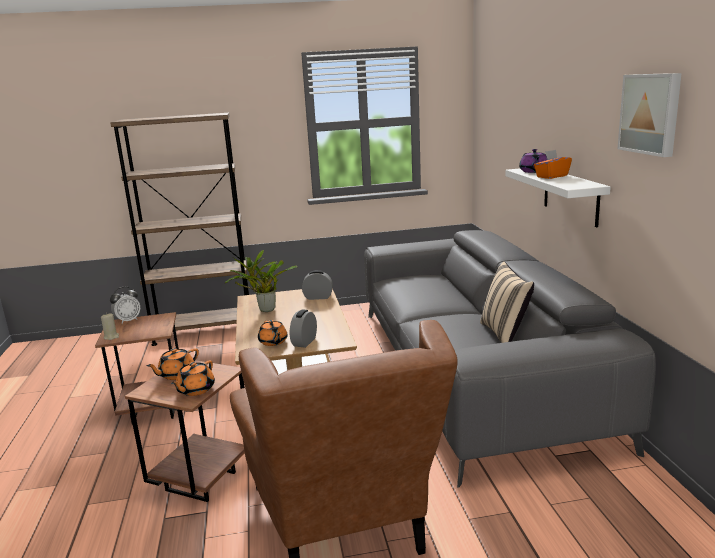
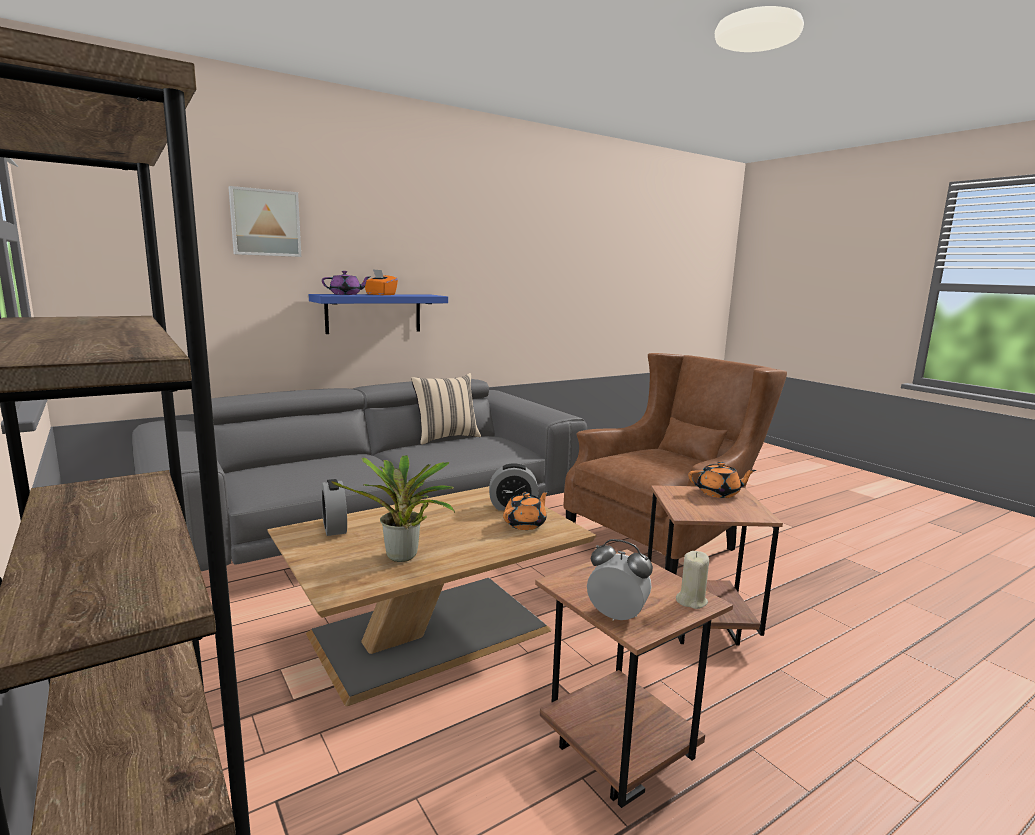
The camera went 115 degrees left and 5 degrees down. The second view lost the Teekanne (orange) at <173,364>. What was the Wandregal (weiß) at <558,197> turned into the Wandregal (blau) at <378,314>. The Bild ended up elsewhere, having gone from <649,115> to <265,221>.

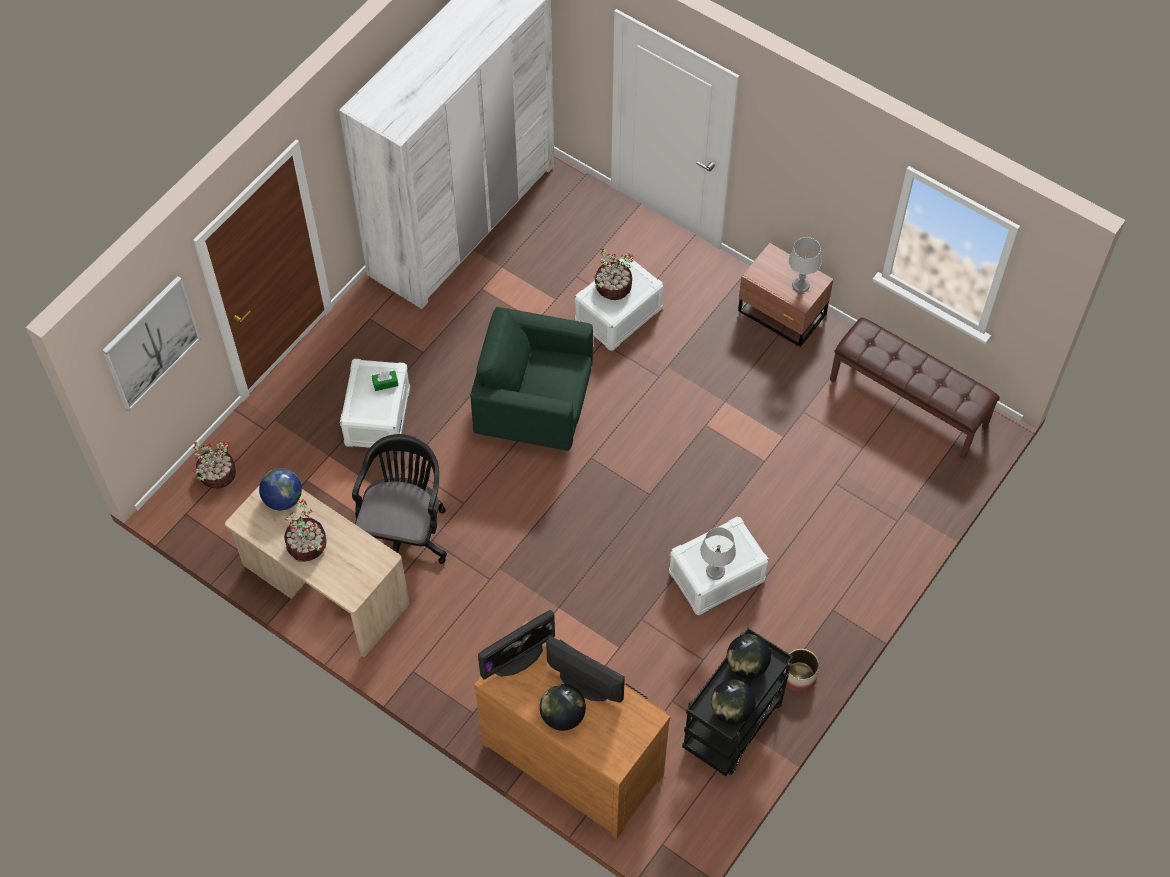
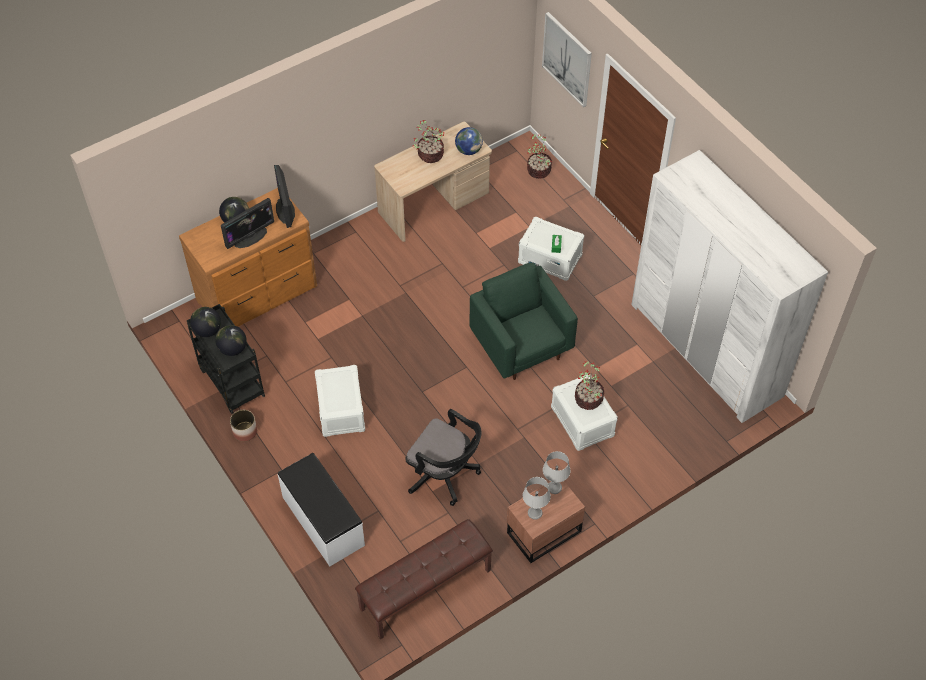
The camera went 110 degrees right and 5 degrees down. The Bürostuhl (schwarz) ended up elsewhere, having gone from <399,499> to <444,457>. The Sessel (grün) at <531,379> ended up facing another way, 60 degrees counterclockwise from before. The Tischlampe (grau) ended up elsewhere, having gone from <718,553> to <556,472>. The second view gained the Bank (weiß) at <321,510>.

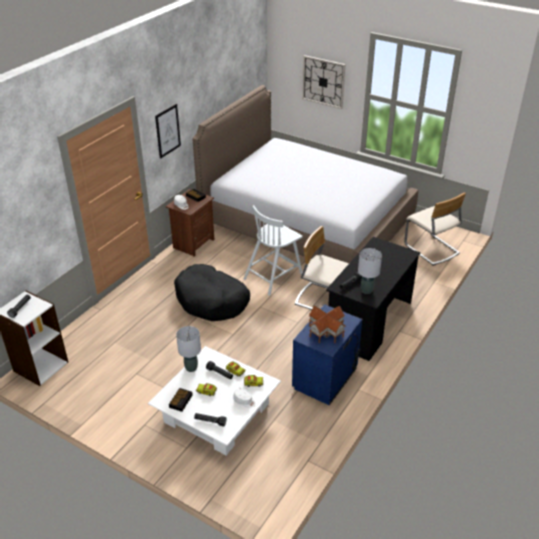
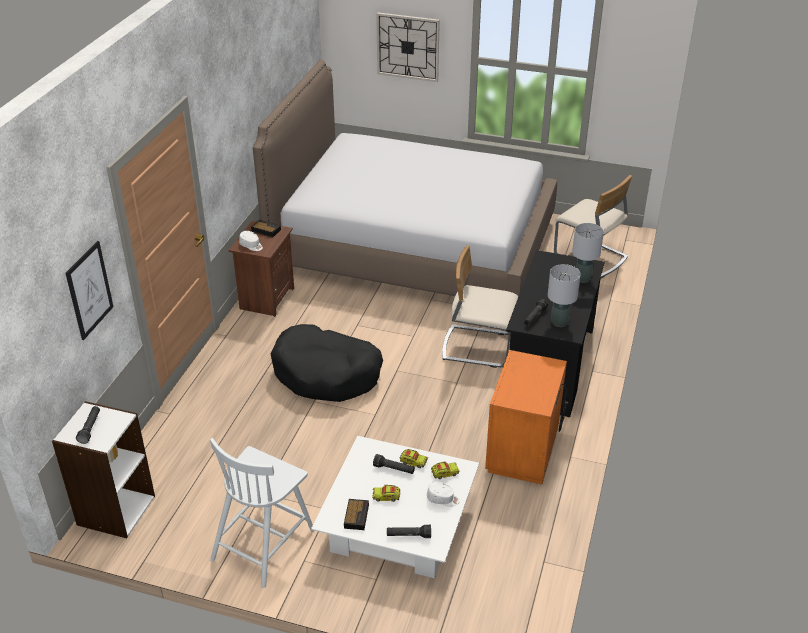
The camera went 15 degrees left and 0 degrees up. The Bild ended up elsewhere, having gone from <168,131> to <89,290>. The Tischlampe (grau) ended up elsewhere, having gone from <188,349> to <588,253>. The Stuhl (weiß) ended up elsewhere, having gone from <273,250> to <262,513>. What was the Nachttisch (blau) at <327,354> turned into the Nachttisch (orange) at <526,417>. The second view lost the Spielzeughaus at <327,324>.

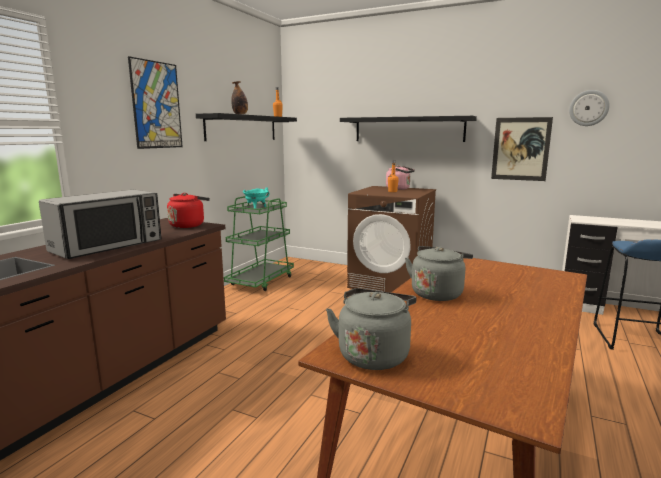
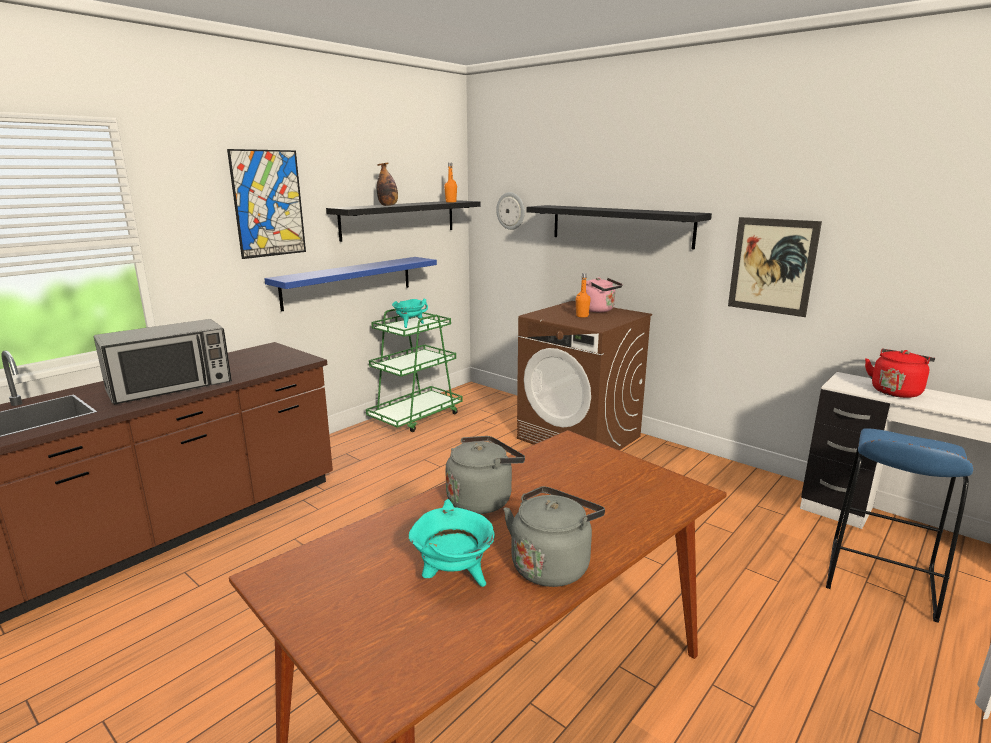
The camera went 15 degrees right and 5 degrees up. The Wasserkessel (rot) ended up elsewhere, having gone from <188,210> to <900,373>. The Wasserkessel (grau) ended up elsewhere, having gone from <371,329> to <554,536>. The Wanduhr ended up elsewhere, having gone from <589,108> to <510,211>. The second view gained the Wandregal (blau) at <350,284>. The second view gained the Kochtopf (türkis) at <452,543>.

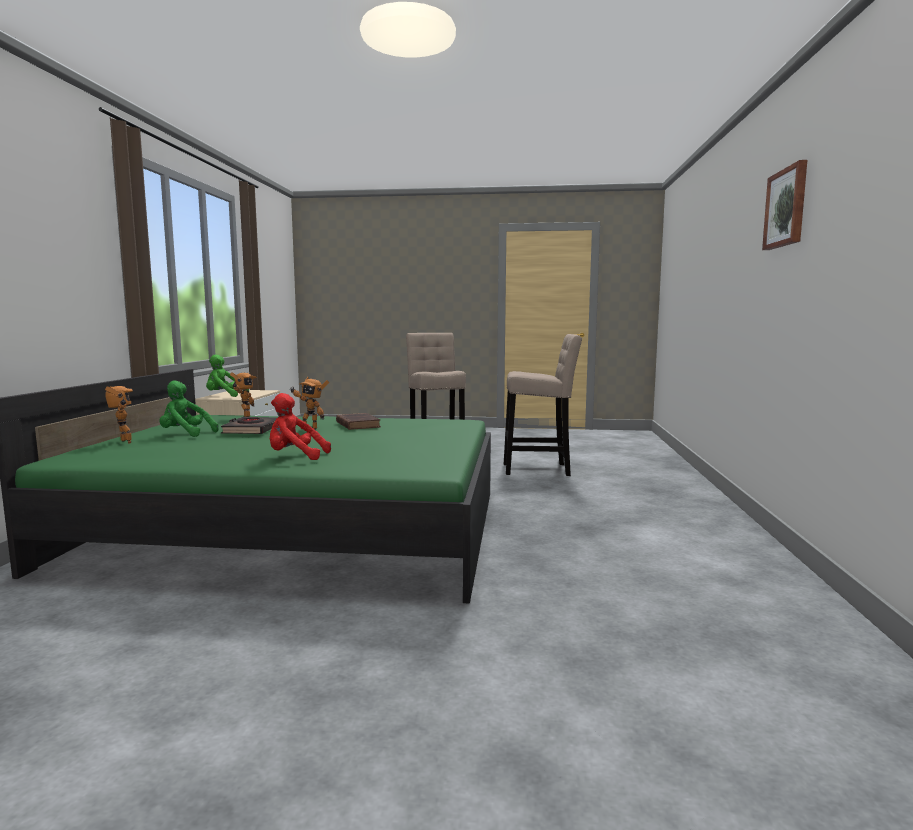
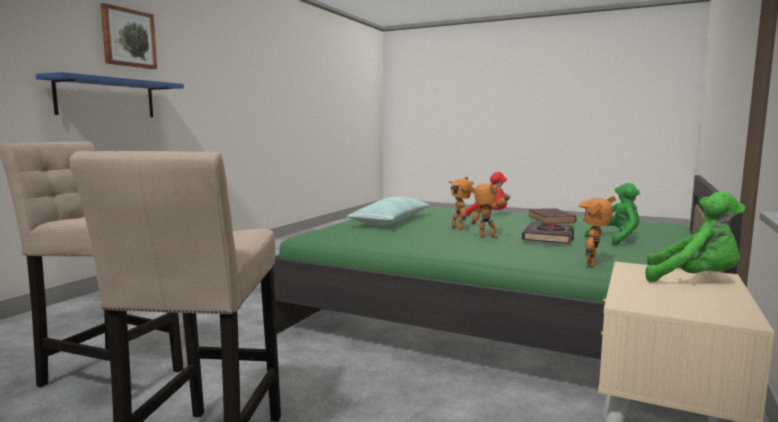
The camera went 160 degrees left and 0 degrees up. The Spielzeugroboter ended up elsewhere, having gone from <119,415> to <461,203>. The Plüschtier (grün) at <189,408> ended up facing another way, 60 degrees counterclockwise from before. The Buch (braun) ended up elsewhere, having gone from <358,421> to <552,216>. The second view gained the Wandregal (blau) at <110,94>. The second view gained the Kissen at <388,211>.

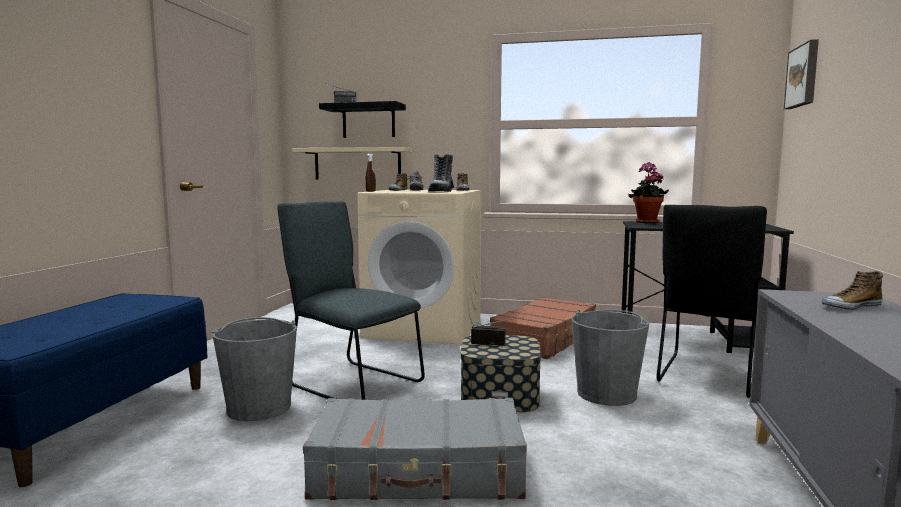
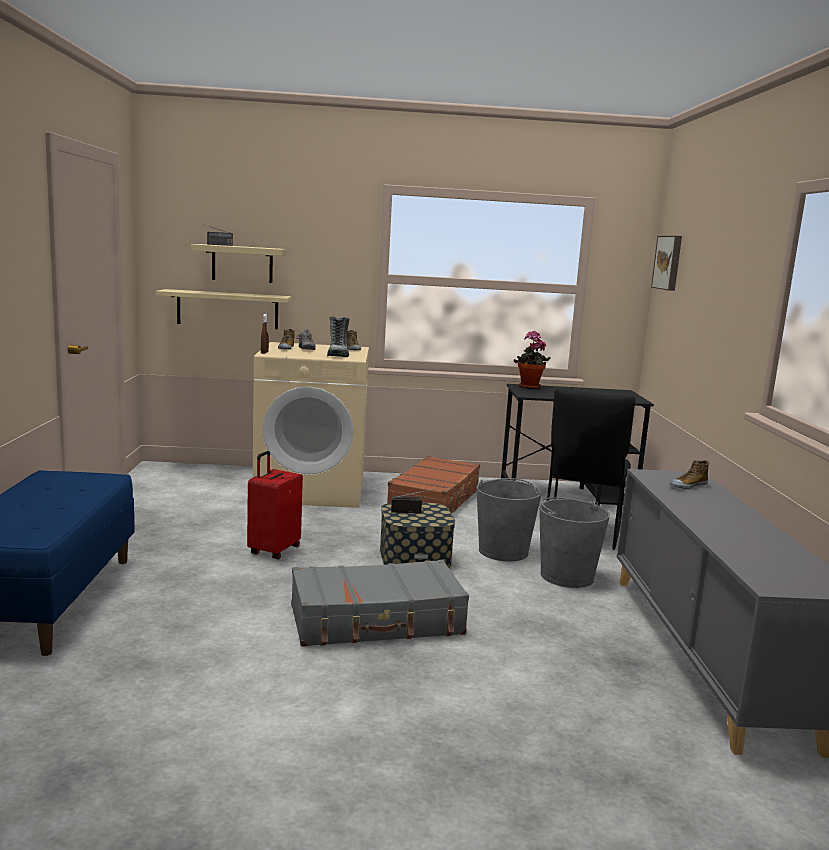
The camera went 15 degrees left and 5 degrees up. The Eimer (grau) ended up elsewhere, having gone from <254,369> to <574,542>. Where the Stuhl (grau) stood at <351,300>, the Koffer (rot) came to stand at <275,505>. What was the Wandregal (schwarz) at <362,119> turned into the Wandregal (beige) at <238,263>.

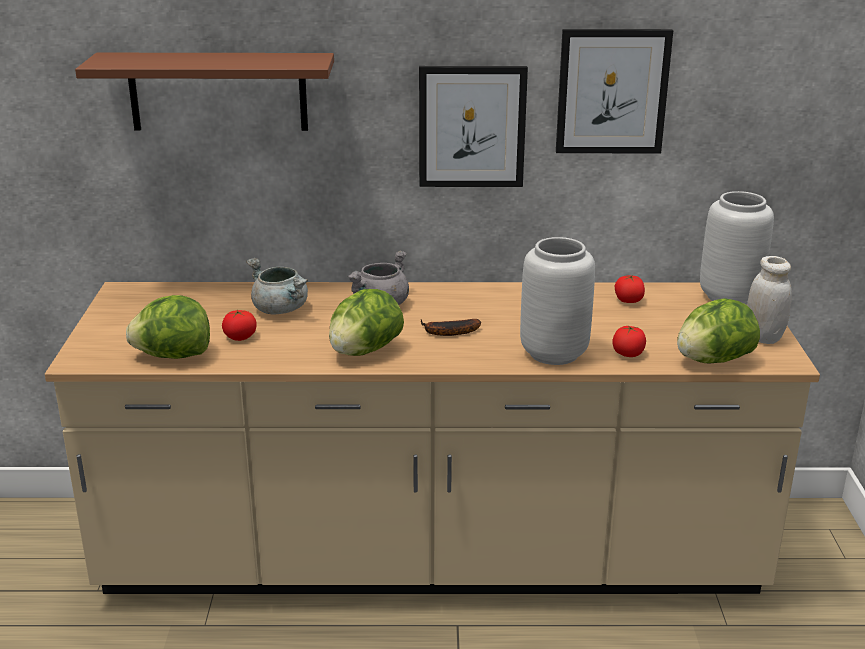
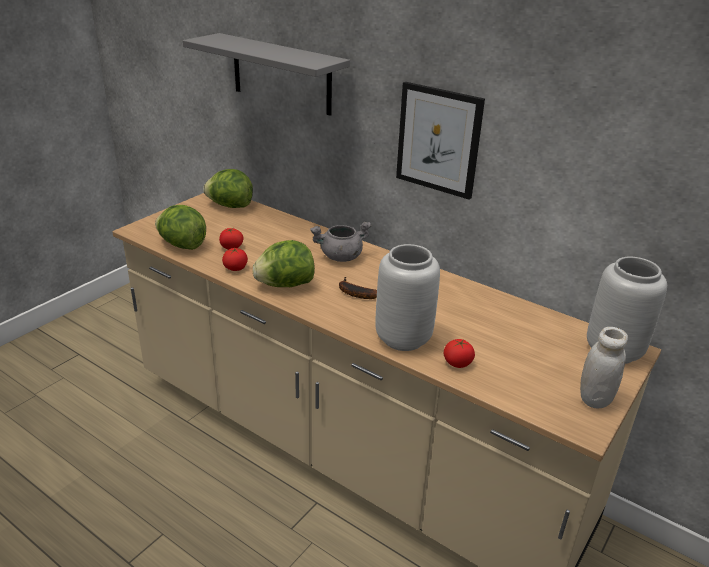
The camera went 35 degrees right and 5 degrees up. What was the Wandregal (braun) at <204,92> turned into the Wandregal (grau) at <266,74>. The second view lost the Kochtopf (grau) at <277,286>. The second view lost the Bild at <614,91>. The Tomate ended up elsewhere, having gone from <630,289> to <235,259>. The Salatkopf ended up elsewhere, having gone from <718,330> to <228,188>.

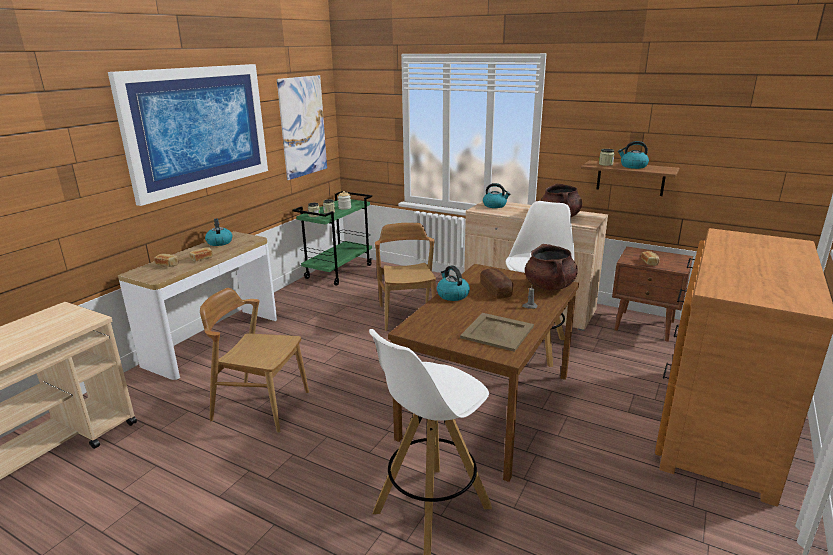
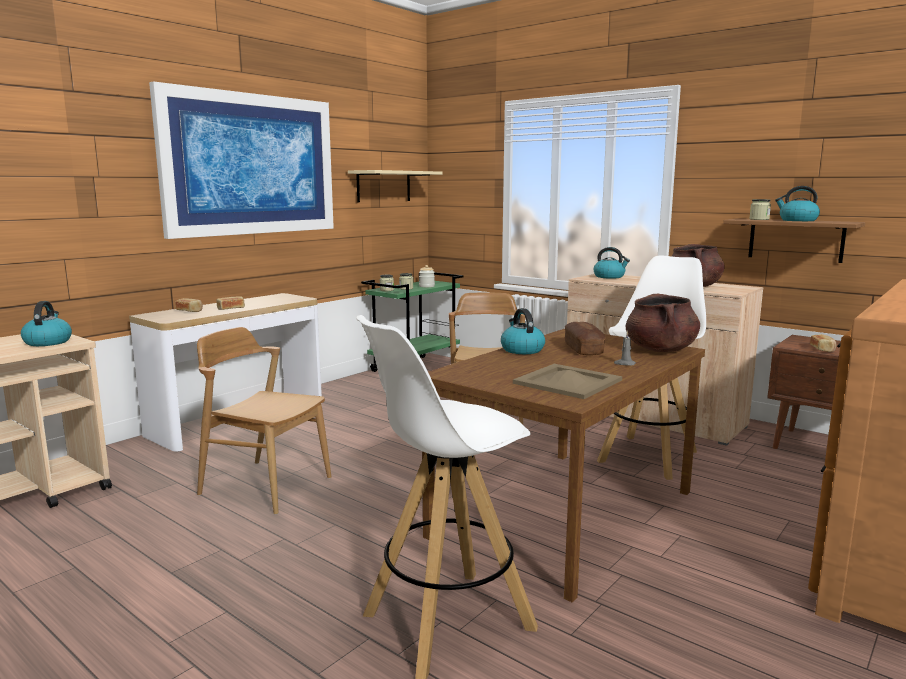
The camera went 10 degrees right and 10 degrees down. The Wasserkessel ended up elsewhere, having gone from <218,232> to <46,323>. Where the Bild hung at <302,127>, the Wandregal (beige) came to hang at <395,186>.

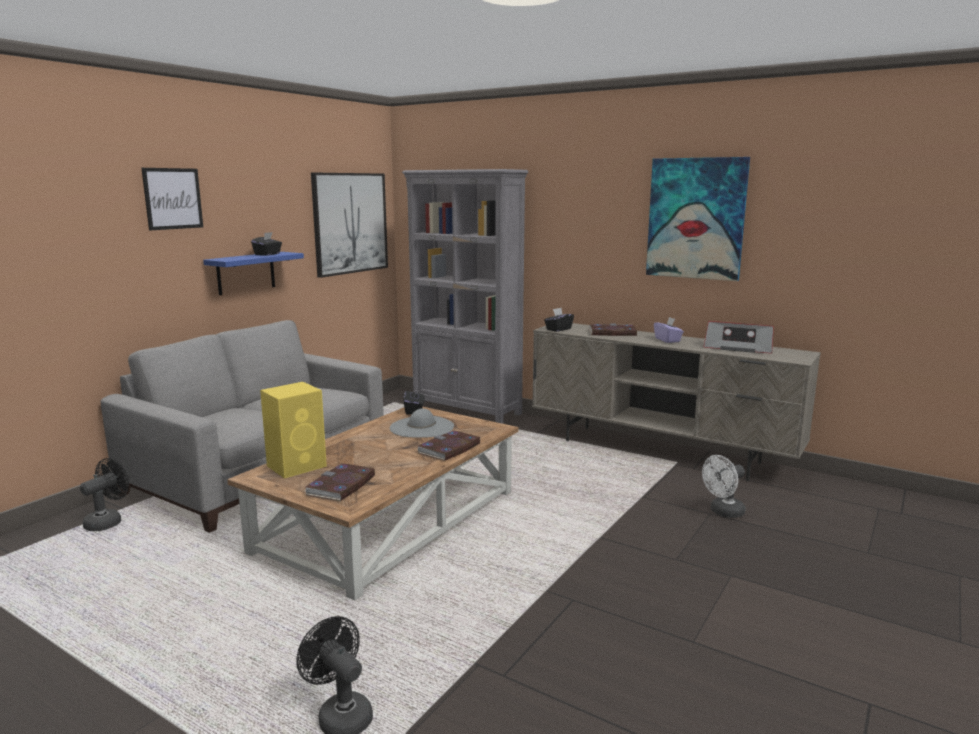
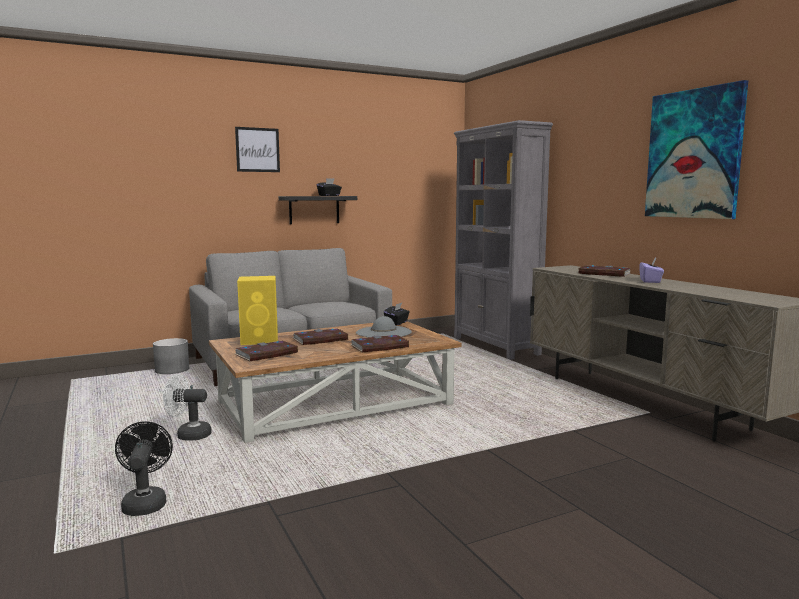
The camera went 30 degrees right and 5 degrees down. Where the Ventilator (schwarz) stood at <104,494>, the Pflanzkübel (grau) came to stand at <171,356>. What was the Wandregal (blau) at <253,273> turned into the Wandregal (schwarz) at <318,210>. The second view lost the Bild at <349,225>. The second view lost the Taschentuchbox (schwarz) at <559,320>. The Ventilator (weiß) ended up elsewhere, having gone from <723,486> to <187,407>. The second view lost the Radio at <739,337>. The second view gained the Buch at <321,336>.

